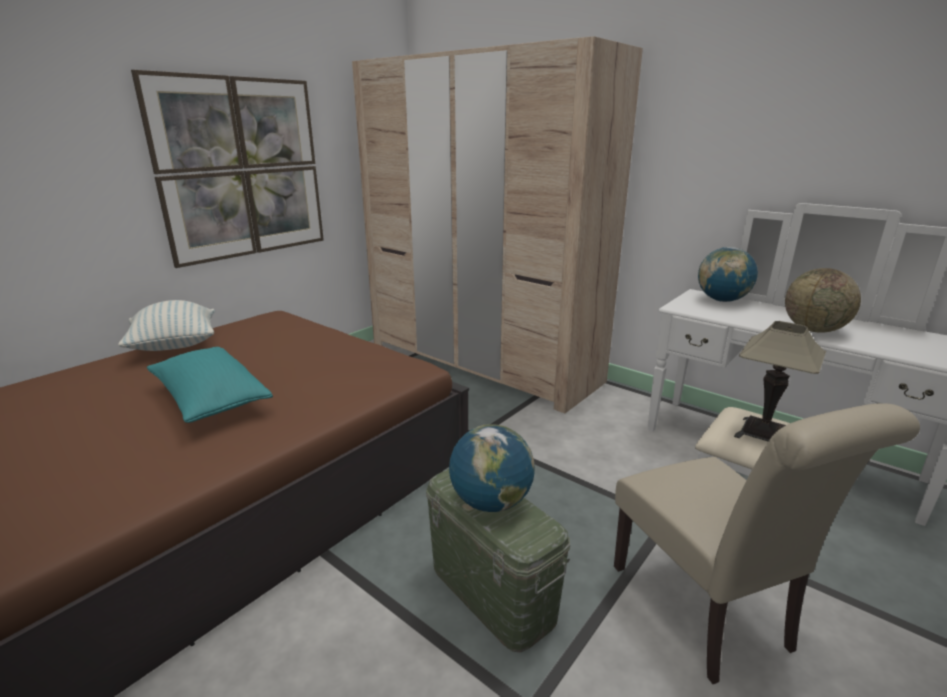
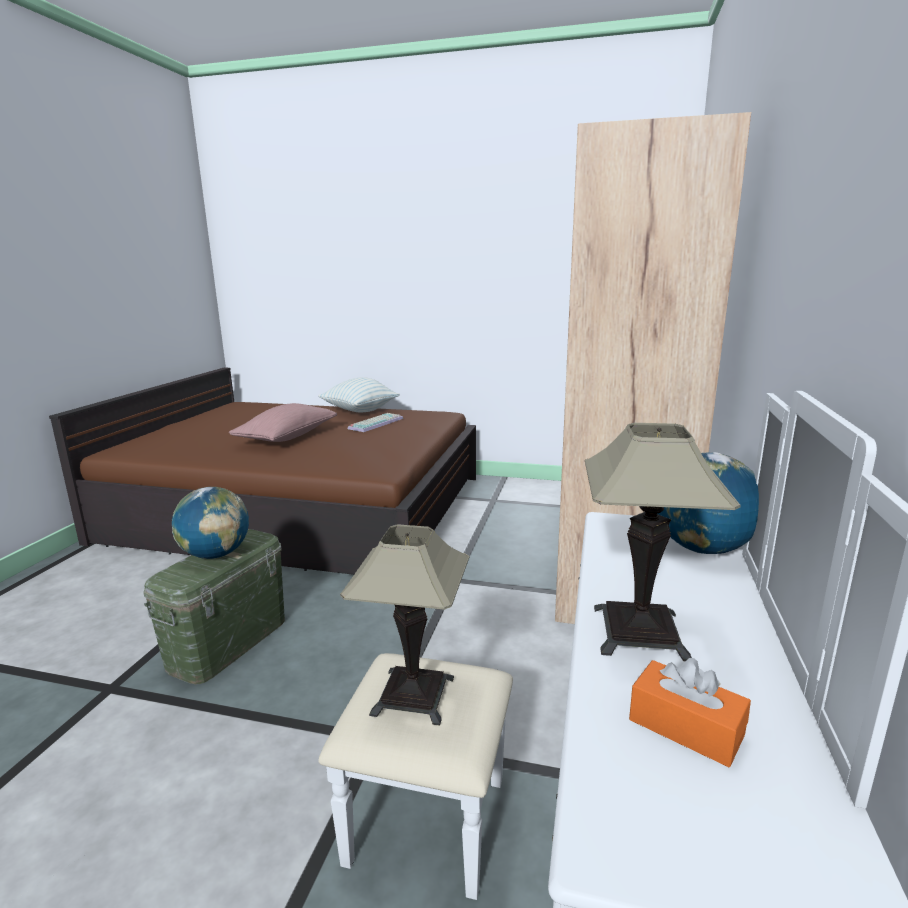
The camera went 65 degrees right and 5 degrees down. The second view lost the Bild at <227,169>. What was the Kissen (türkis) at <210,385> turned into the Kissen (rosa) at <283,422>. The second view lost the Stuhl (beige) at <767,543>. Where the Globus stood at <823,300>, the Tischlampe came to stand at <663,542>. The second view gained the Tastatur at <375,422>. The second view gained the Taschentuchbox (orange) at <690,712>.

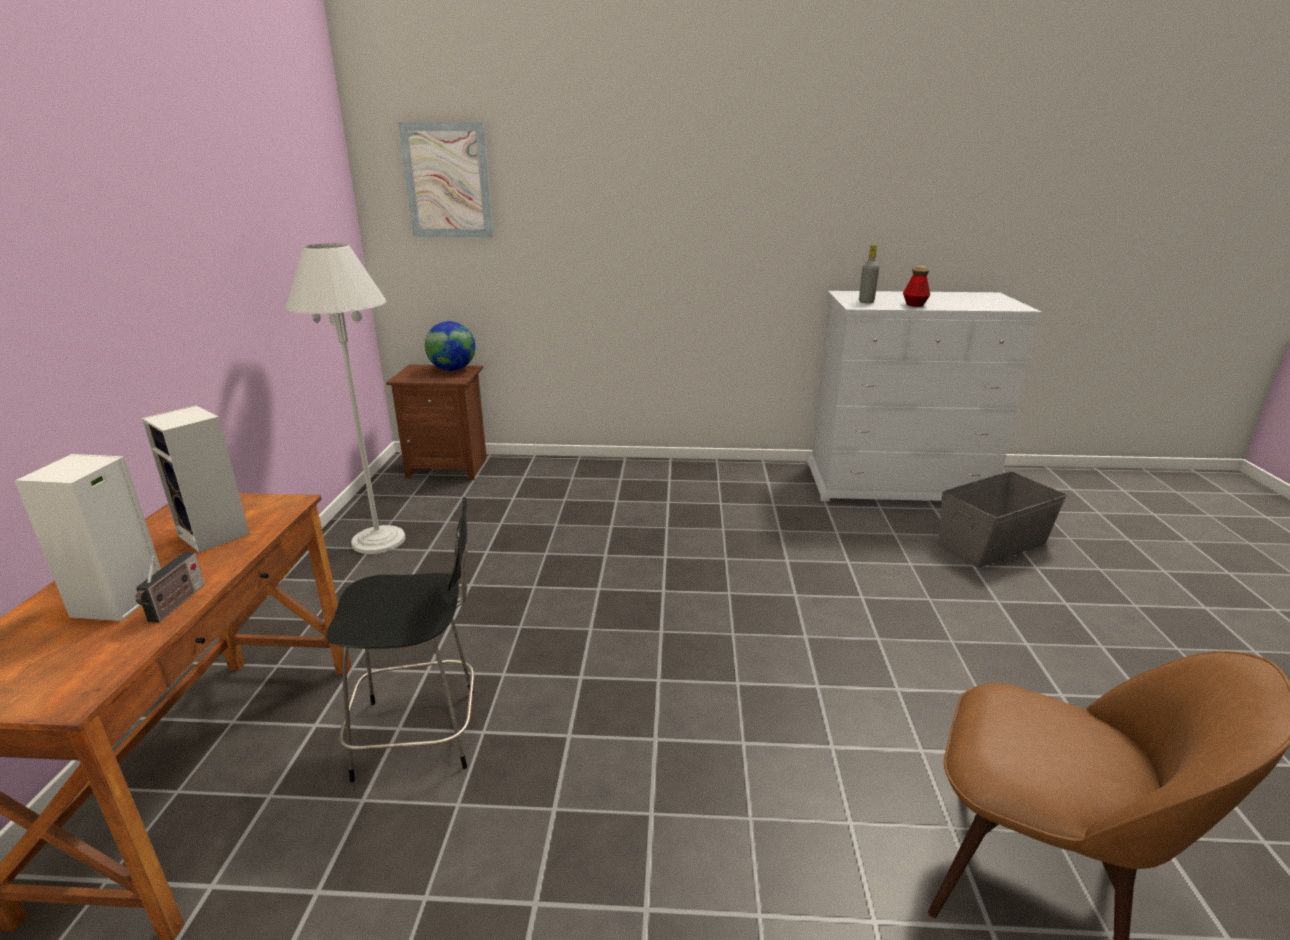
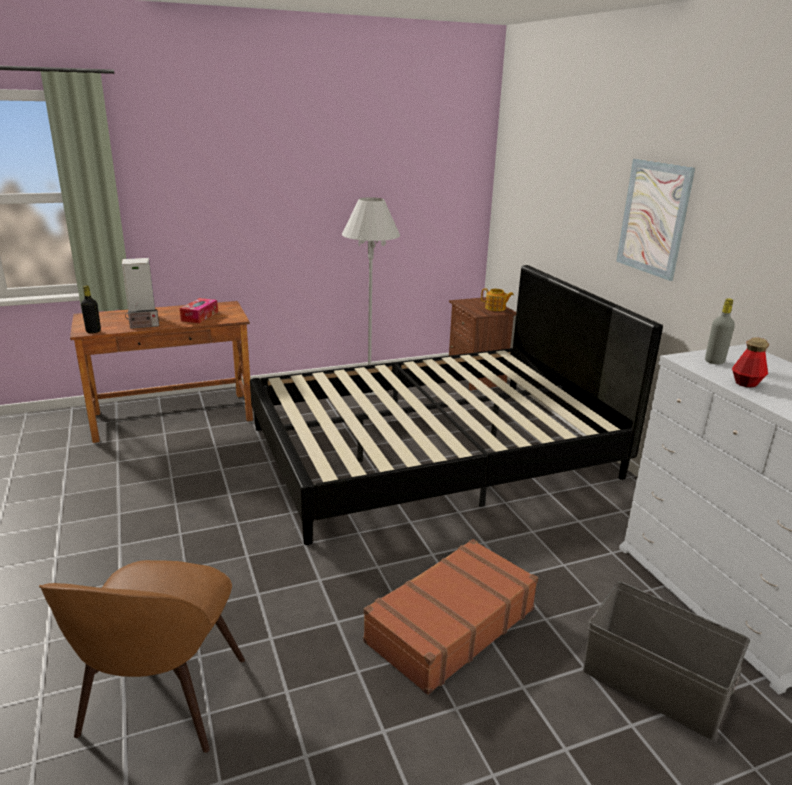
The camera went 65 degrees right and 0 degrees up. Where the Lautsprecher stood at <196,479>, the Taschentuchbox came to stand at <199,310>. The second view lost the Stuhl (schwarz) at <400,639>. The Bild ended up elsewhere, having gone from <446,179> to <655,220>. Where the Globus stood at <450,346>, the Teekanne came to stand at <497,299>. The second view gained the Flasche (schwarz) at <91,309>. The second view gained the Bett (schwarz) at <456,405>. The second view gained the Koffer (braun) at <450,617>.

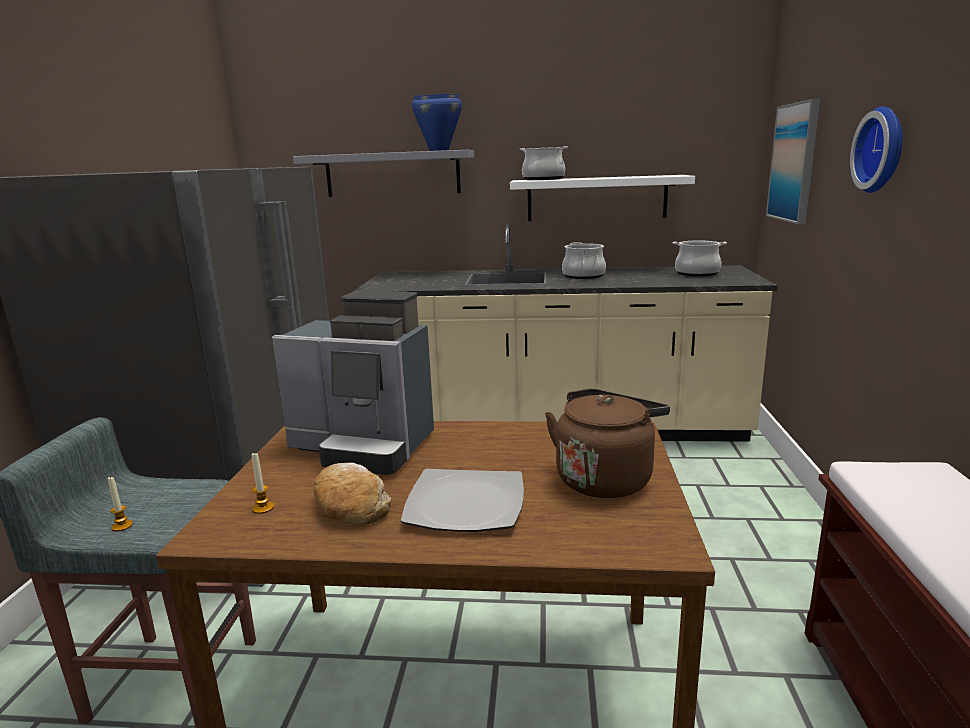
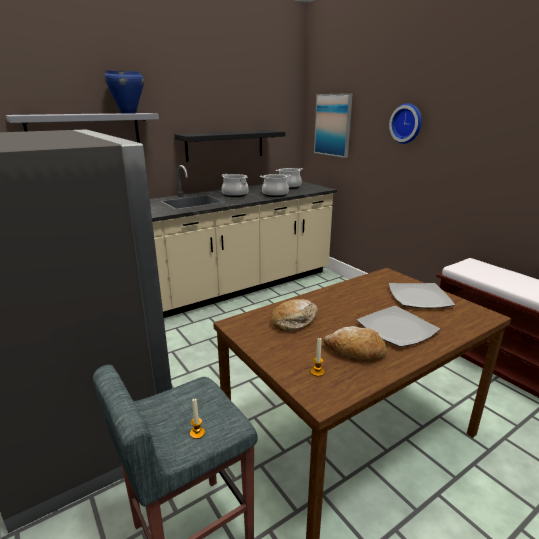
The camera went 40 degrees left and 5 degrees up. Where the Kaffeemaschine stood at <353,382>, the Brot came to stand at <294,315>. What was the Wandregal (weiß) at <602,198> turned into the Wandregal (schwarz) at <229,146>. The Kochtopf ended up elsewhere, having gone from <544,163> to <275,185>. Where the Wasserkessel (braun) stood at <607,443>, the Teller came to stand at <422,295>.

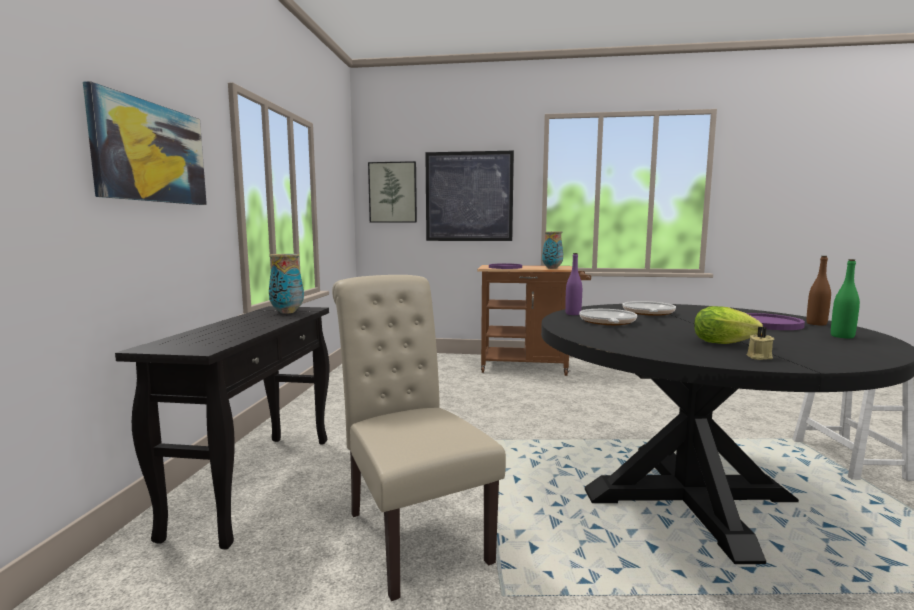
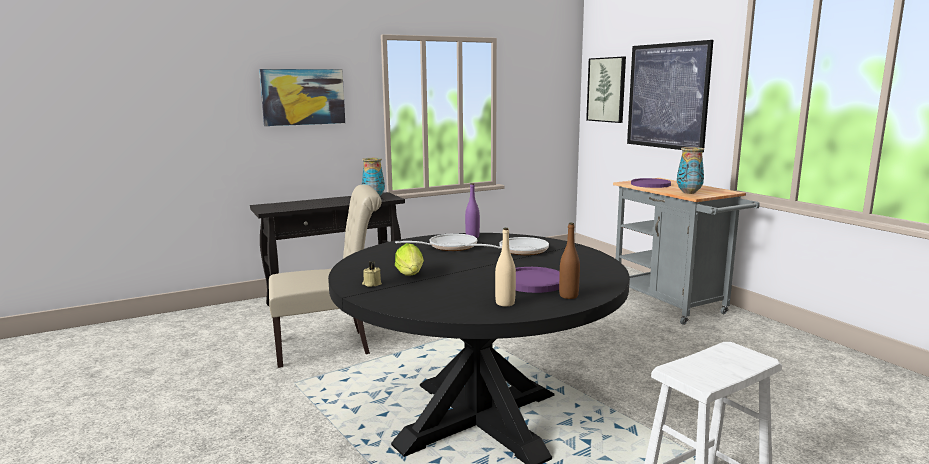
The camera went 55 degrees right and 5 degrees up. The Stuhl (beige) at <419,438> ended up facing another way, 45 degrees clockwise from before. What was the Rollwagen (braun) at <534,320> turned into the Rollwagen (grau) at <686,251>. What was the Flasche (grün) at <845,298> turned into the Flasche (beige) at <505,267>.

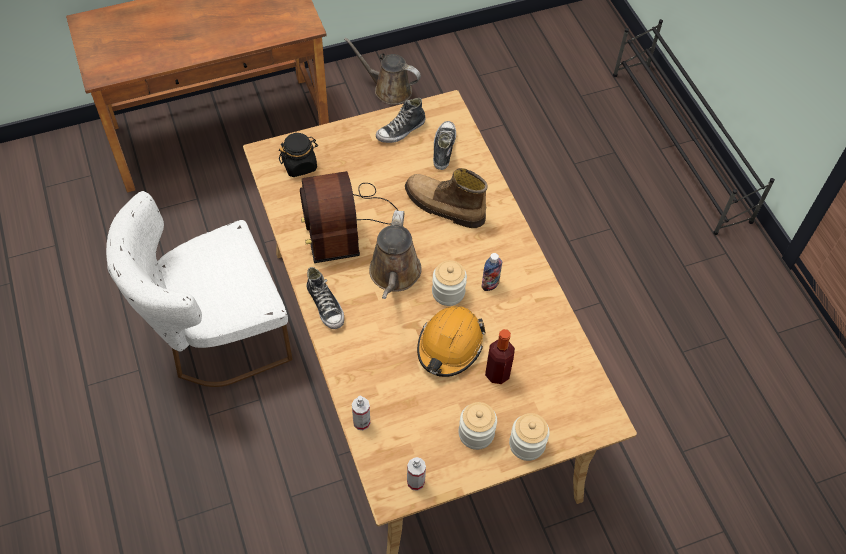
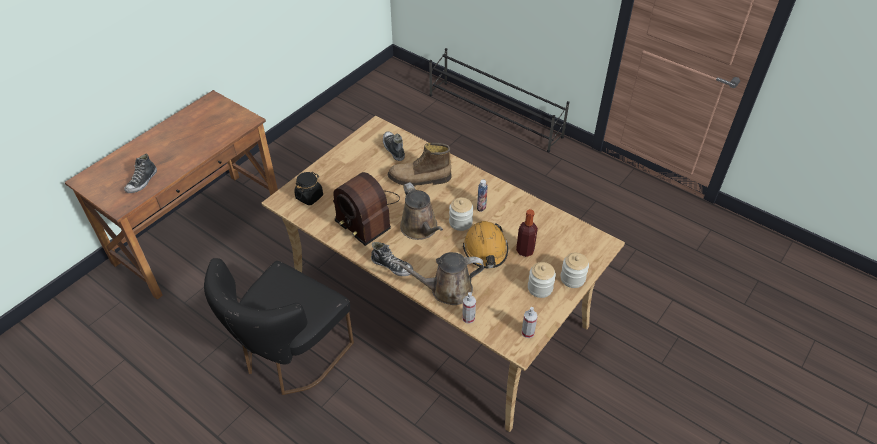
The camera went 30 degrees left and 10 degrees down. What was the Stuhl (weiß) at <199,289> turned into the Stuhl (schwarz) at <279,326>. The Gießkanne (braun) ended up elsewhere, having gone from <382,71> to <438,278>. The Schuh ended up elsewhere, having gone from <401,120> to <140,173>.

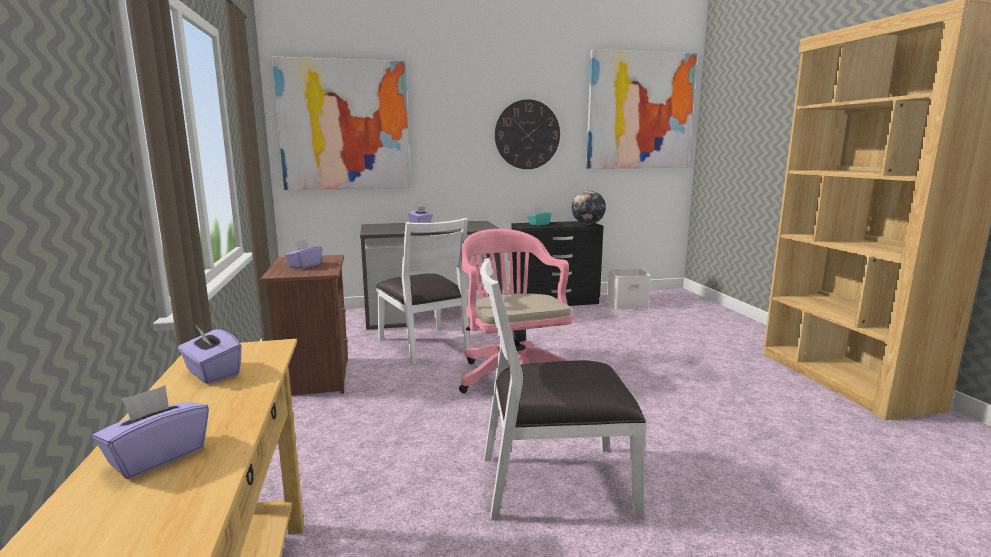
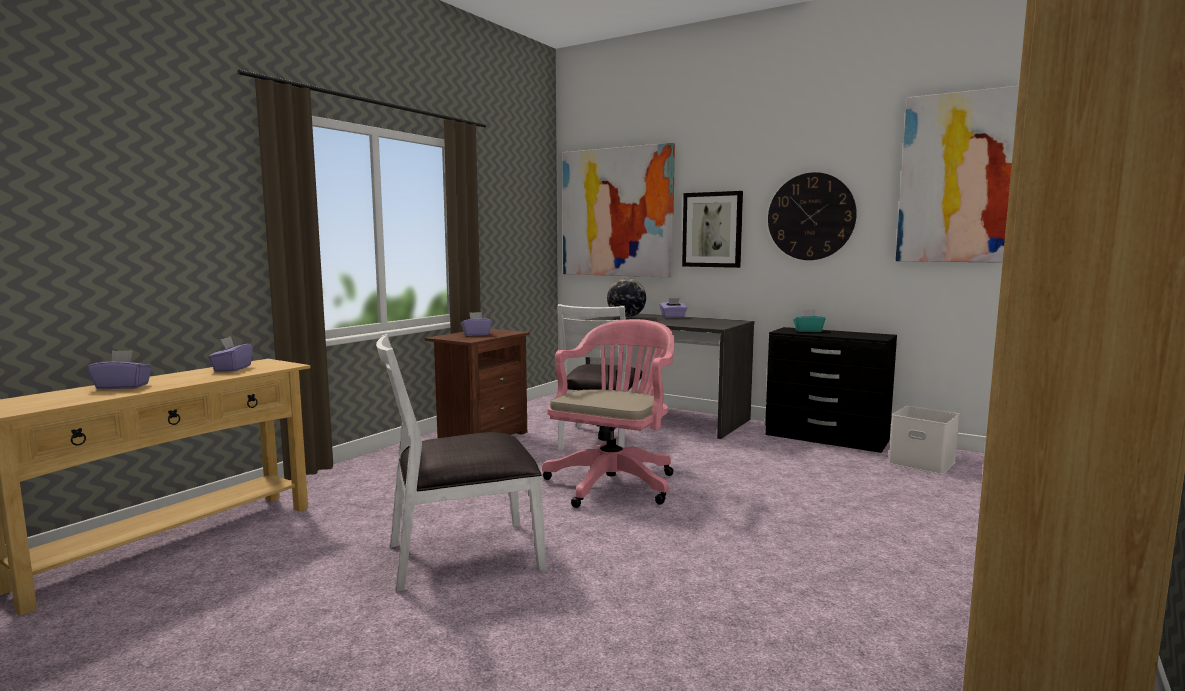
The camera went 45 degrees right and 5 degrees down. The Stuhl (weiß) at <563,389> ended up facing another way, 60 degrees counterclockwise from before. The Globus ended up elsewhere, having gone from <589,207> to <626,298>. The second view gained the Bild at <712,229>.

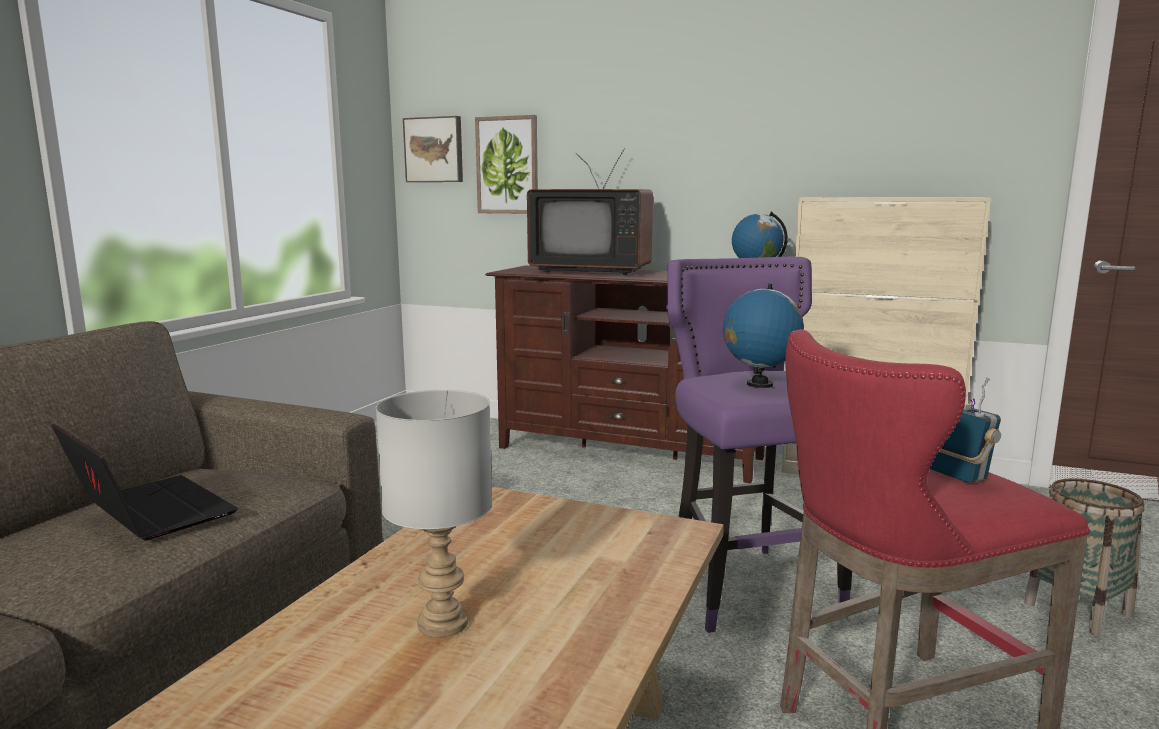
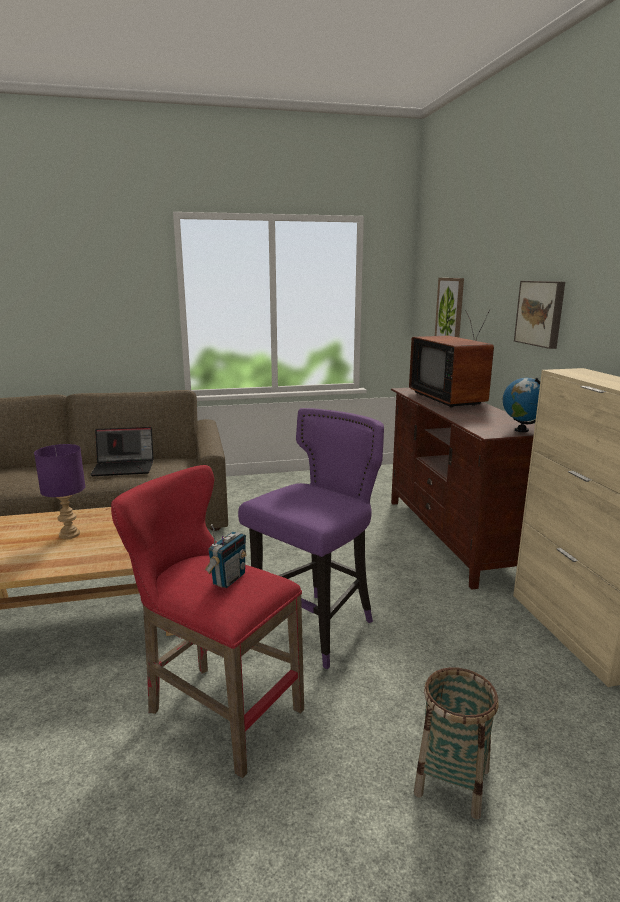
The camera went 55 degrees right and 5 degrees up. The Laptop at <145,482> ended up facing another way, 75 degrees clockwise from before. What was the Tischlampe (grau) at <434,514> turned into the Tischlampe (lila) at <59,491>. The Bild ended up elsewhere, having gone from <433,149> to <539,315>. The second view lost the Globus at <763,336>.

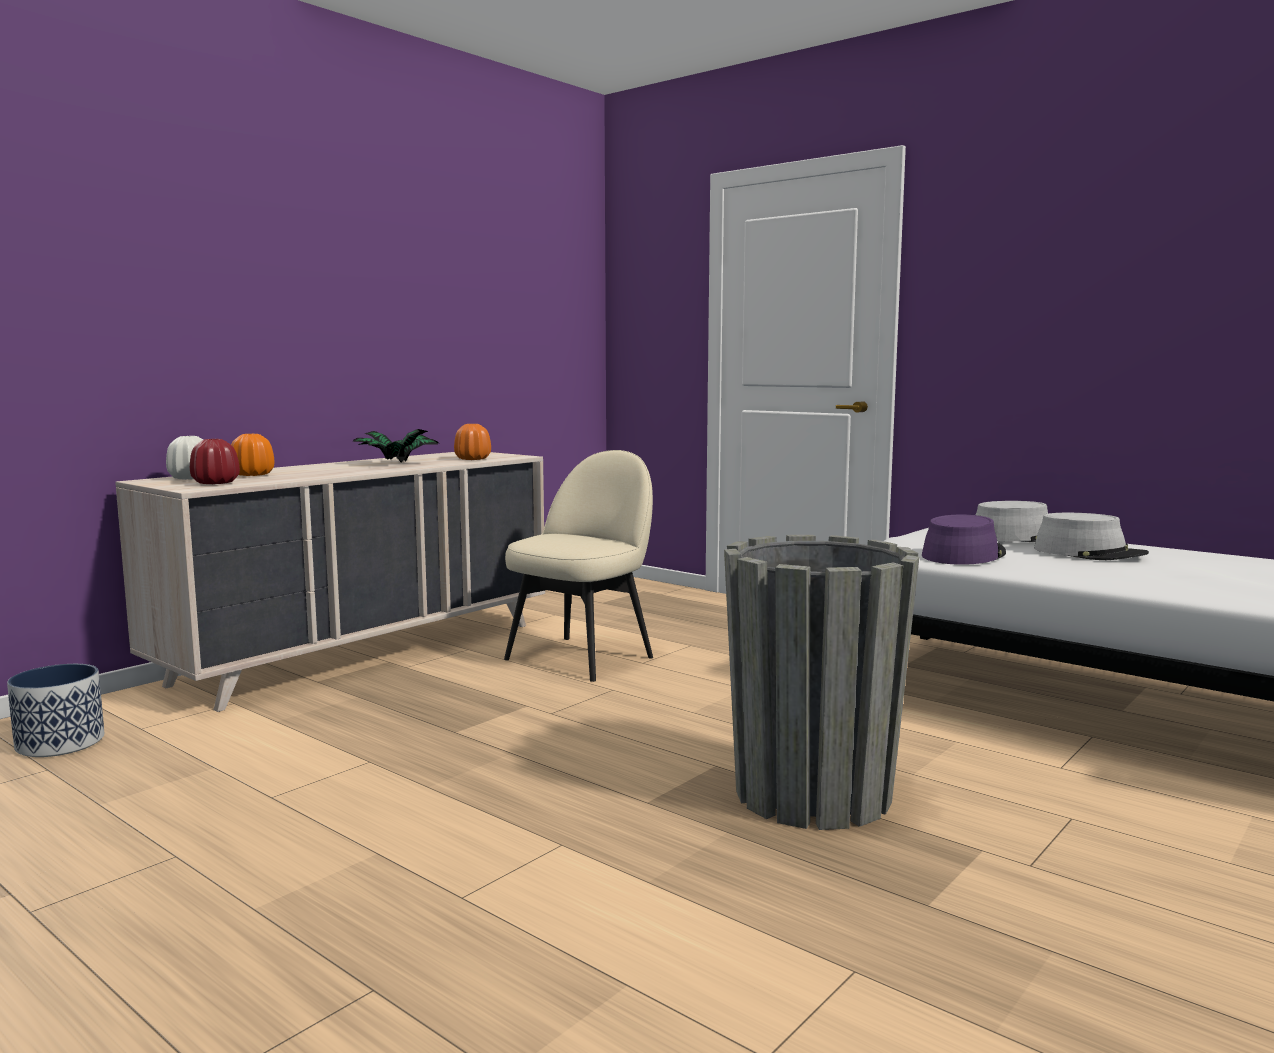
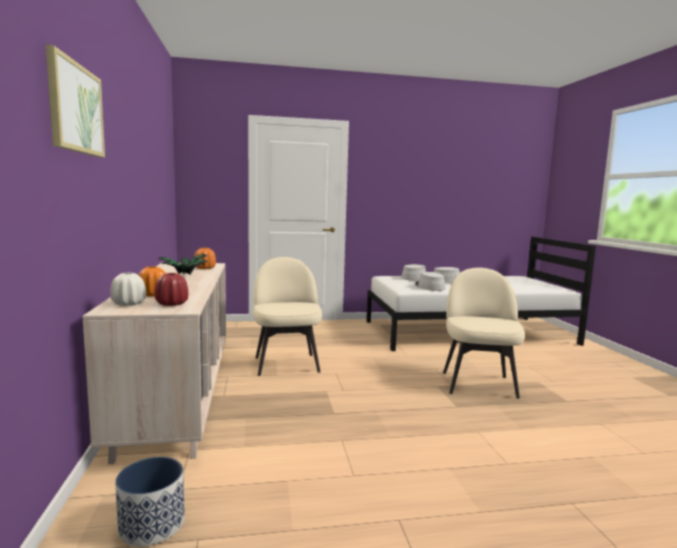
The camera went 50 degrees left and 0 degrees up. Where the Pflanzkübel (grau) stood at <821,682>, the Stuhl (beige) came to stand at <484,333>. What was the Hut (lila) at <964,540> turned into the Hut (grau) at <430,281>. The second view gained the Bild at <75,101>.

